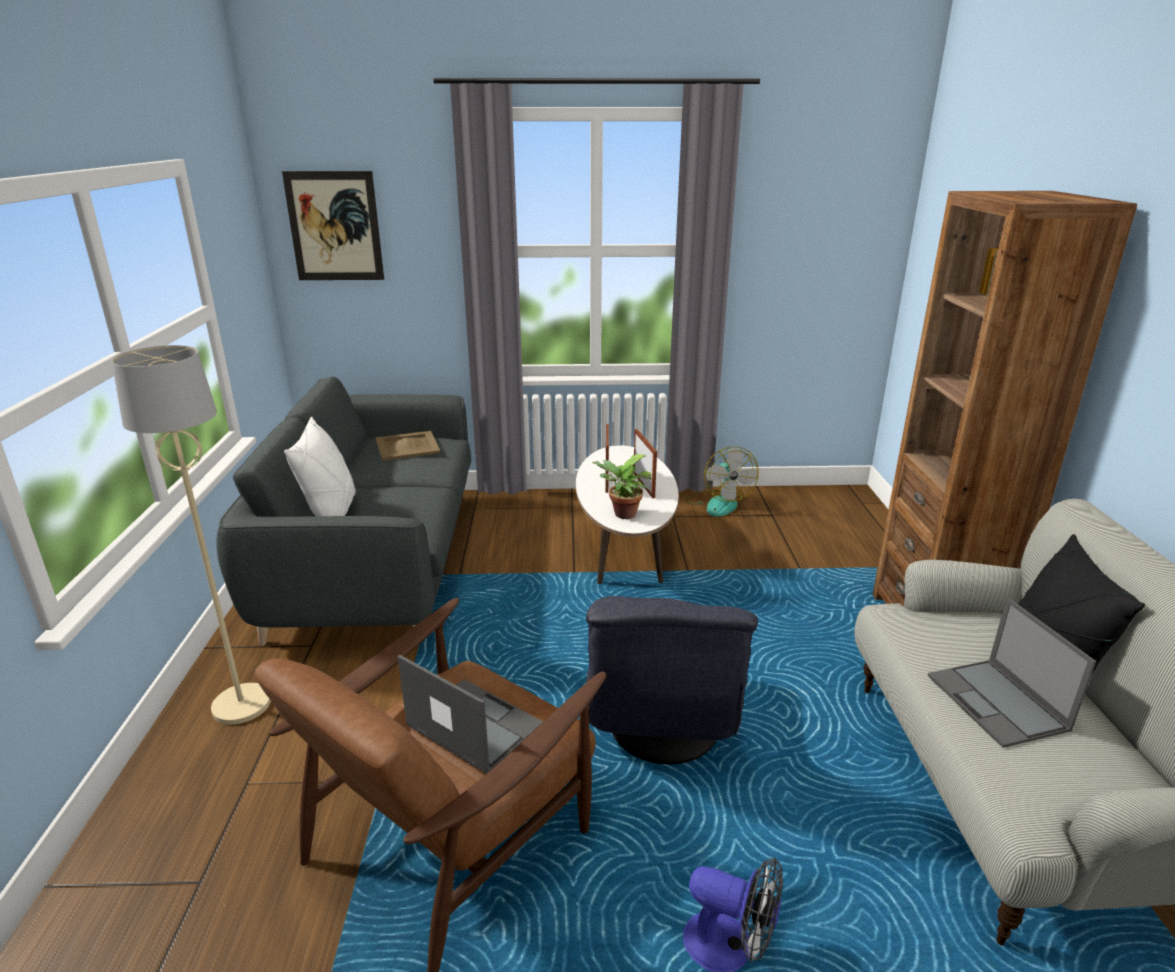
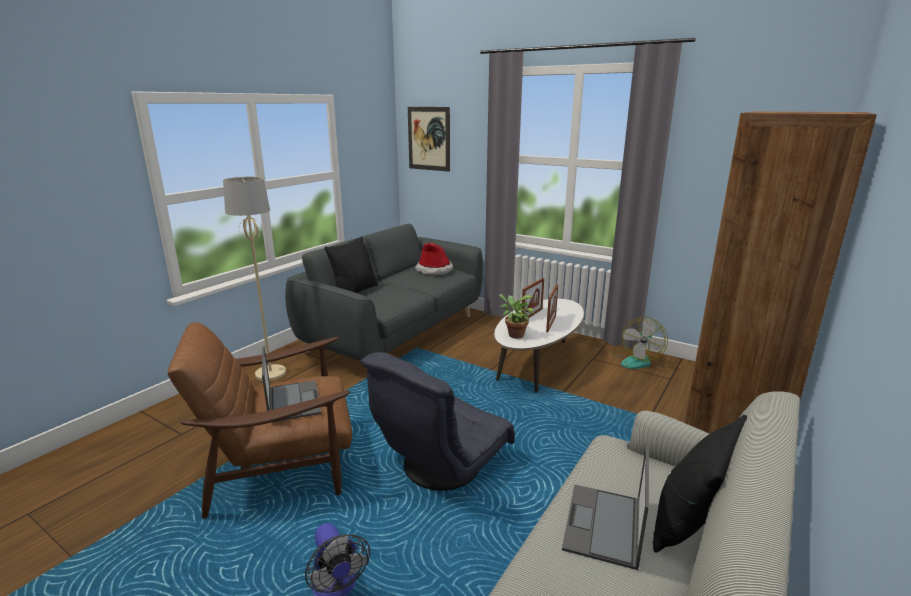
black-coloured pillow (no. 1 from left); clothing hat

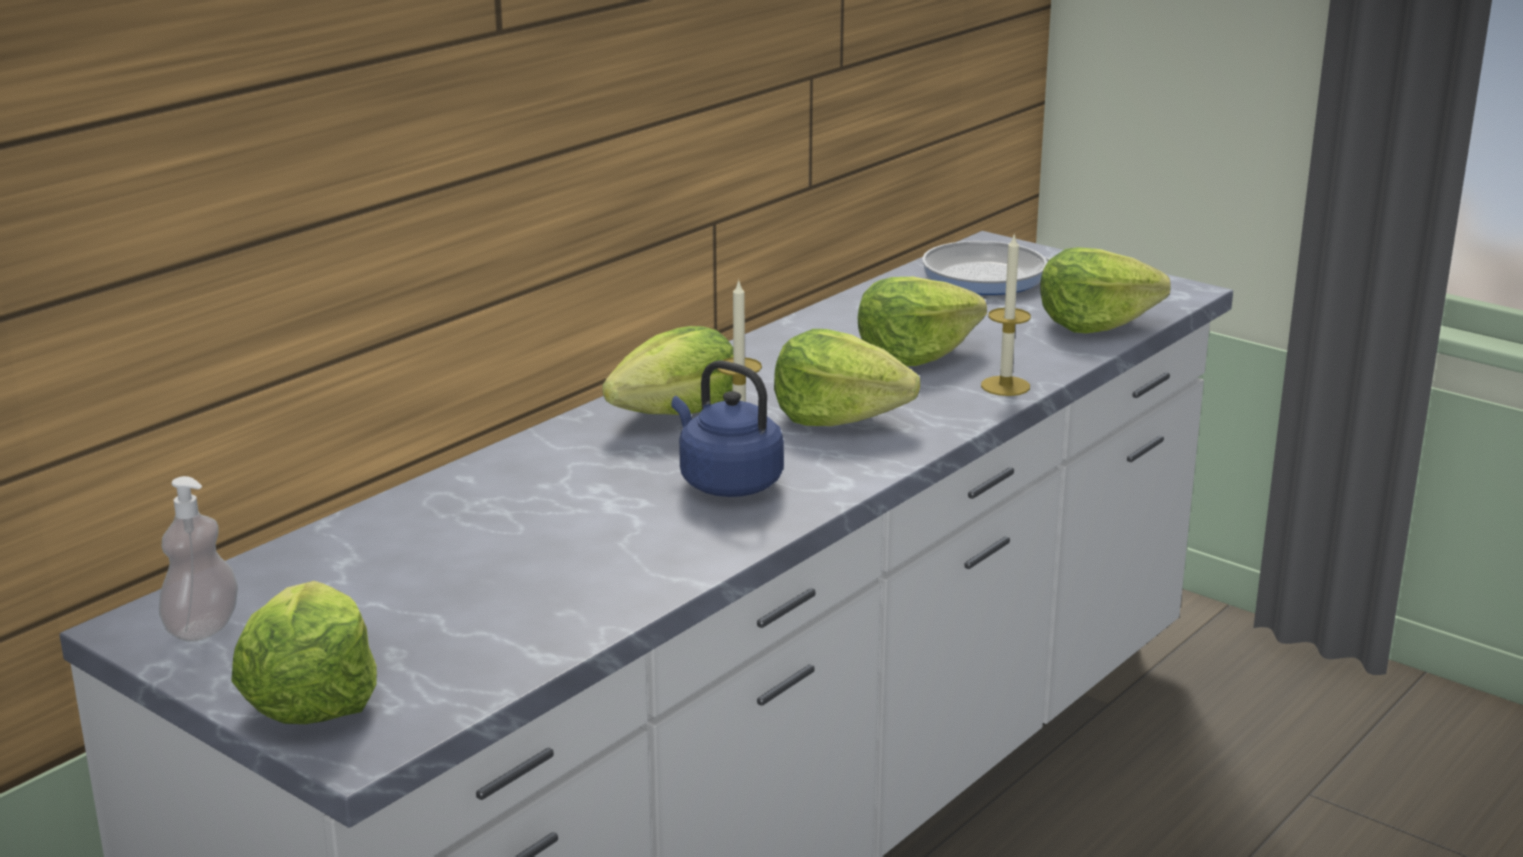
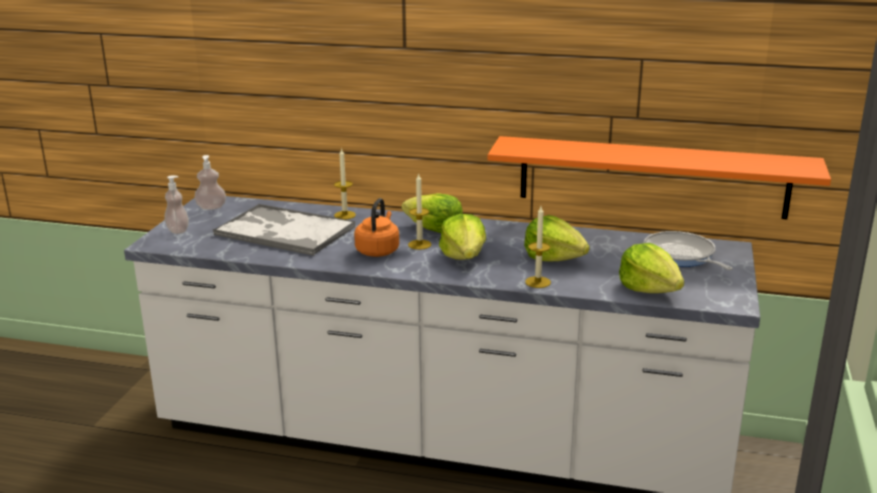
orange-coloured kettle; liquid soap bottle (no. 1 from left); orange-coloured wall shelf; wax light (no. 1 from left); carrying tray

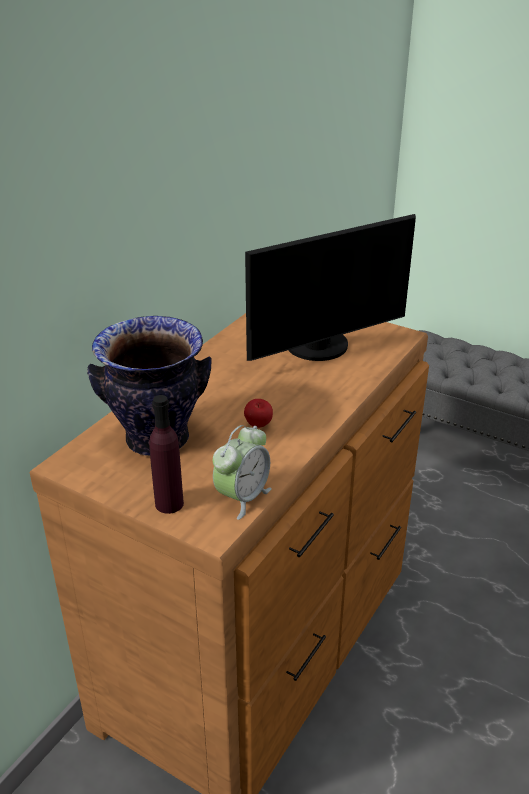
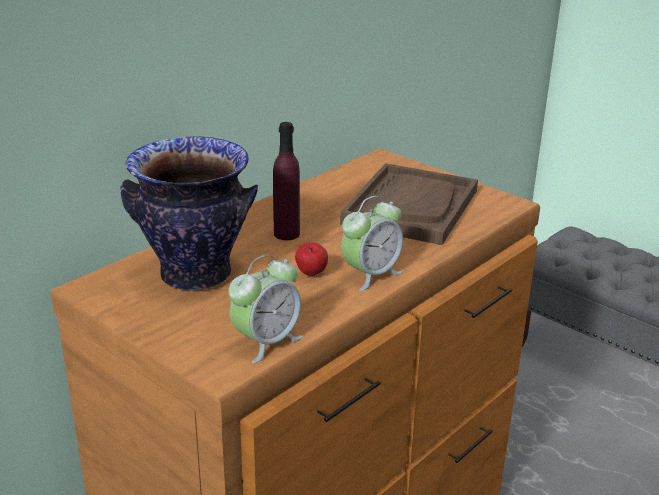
brown carrying tray; purple-coloured beverage bottle; bedside clock (no. 2 from left)

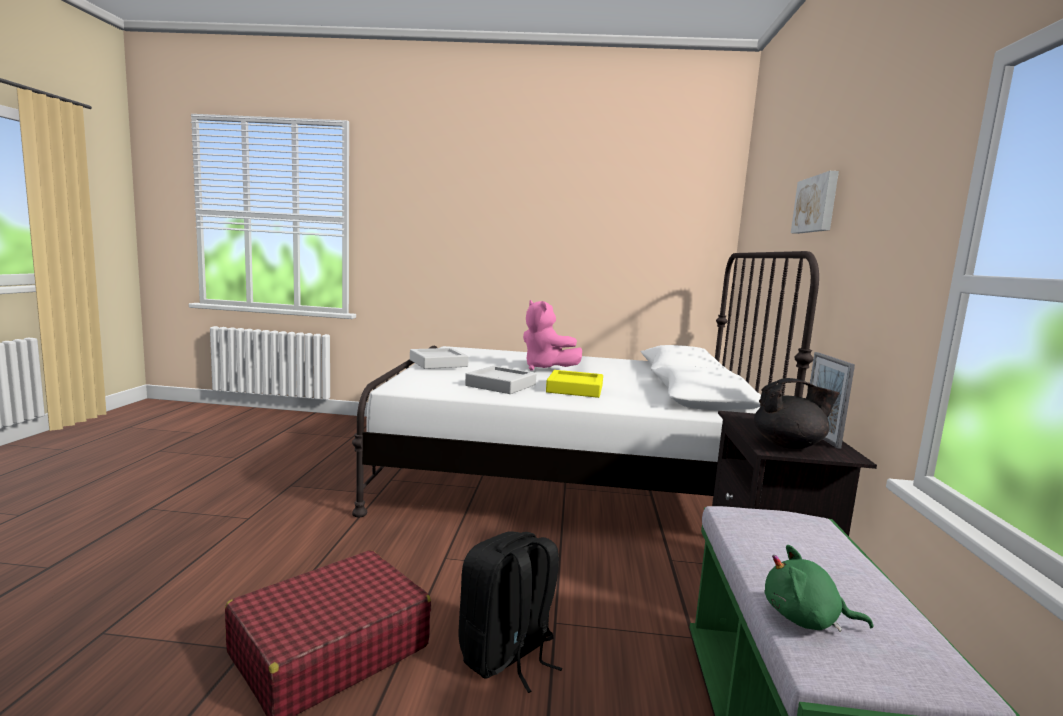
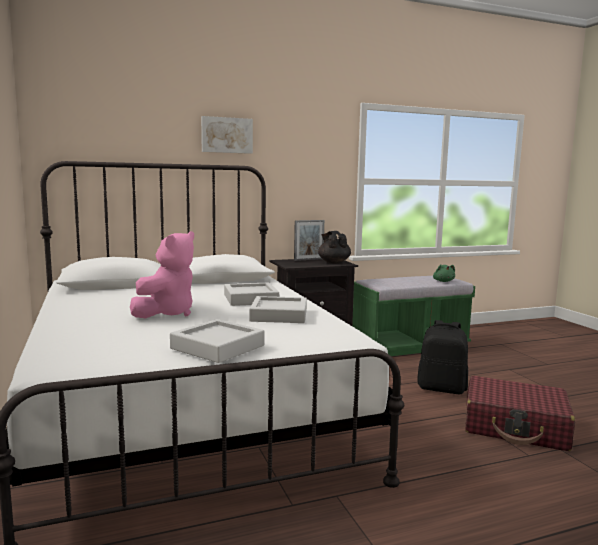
gray carrying tray (no. 2 from left)

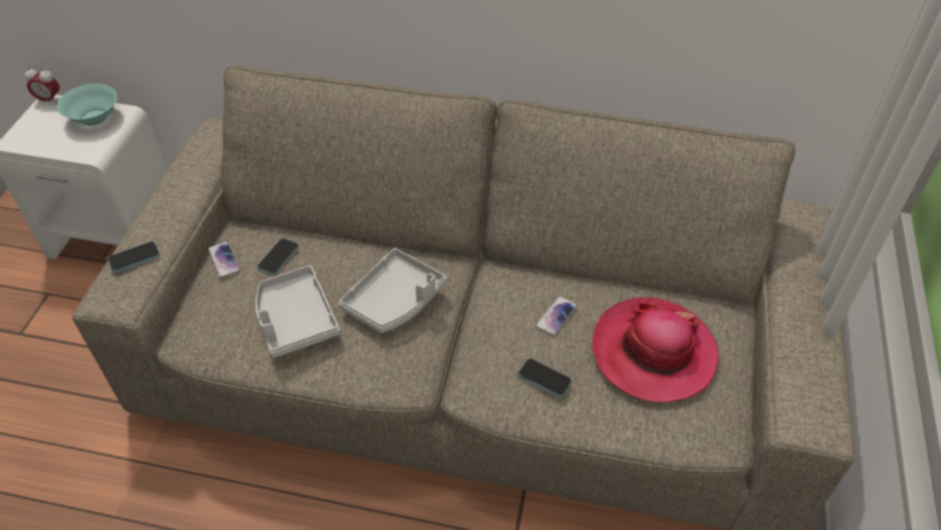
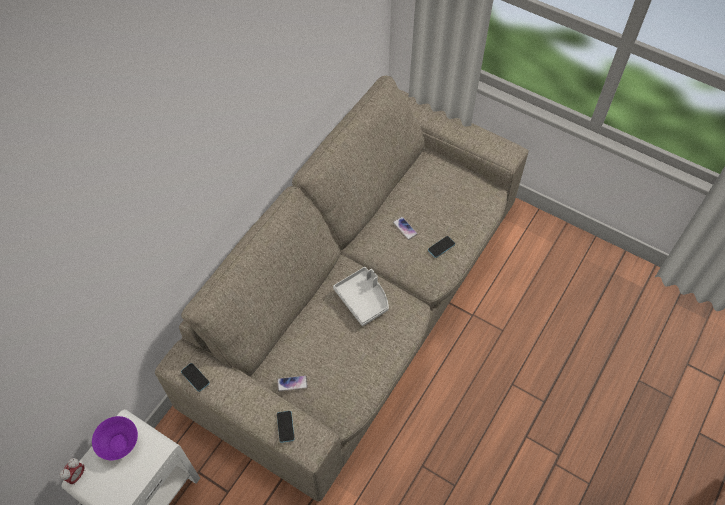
purple-coloured bowl; phone (no. 1 from left); gray carrying tray (no. 1 from left in the first image); clothing hat

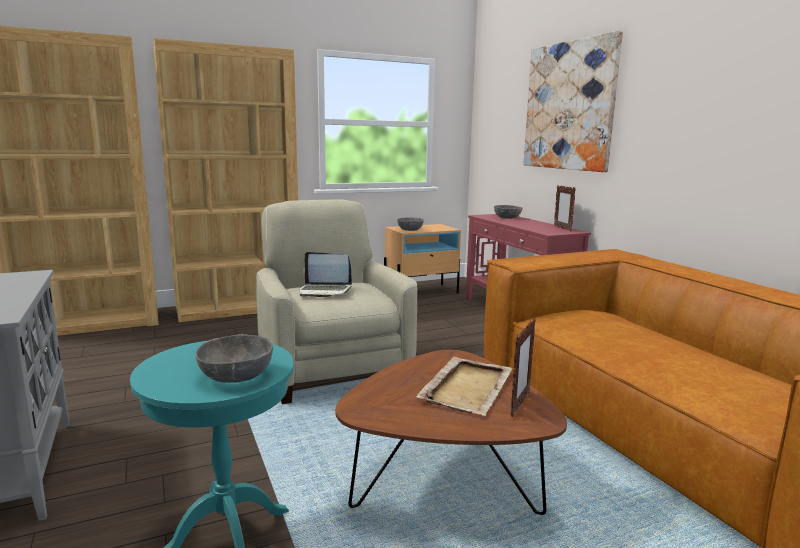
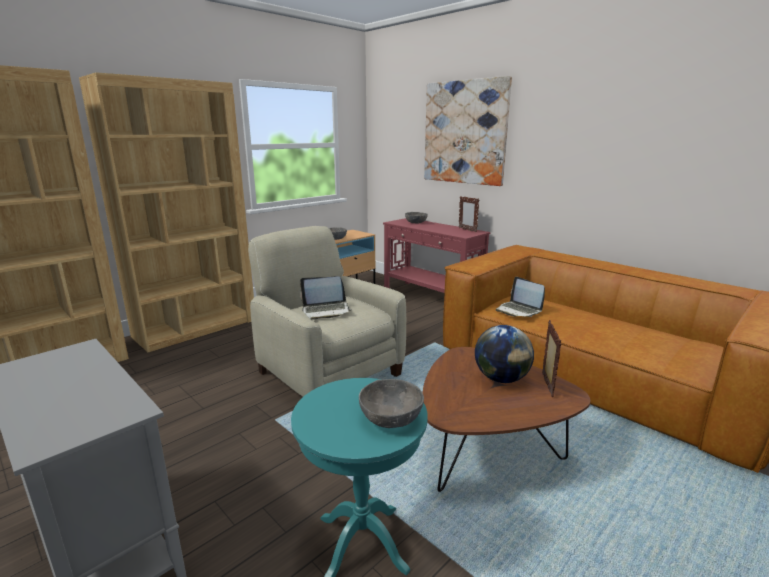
world globe; notebook computer (no. 2 from left)

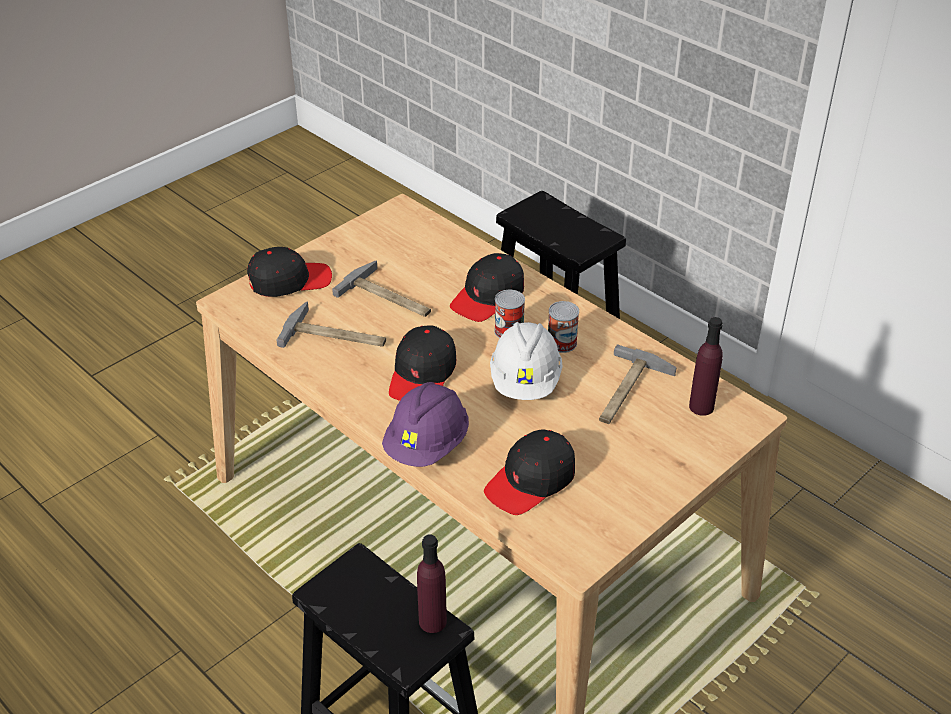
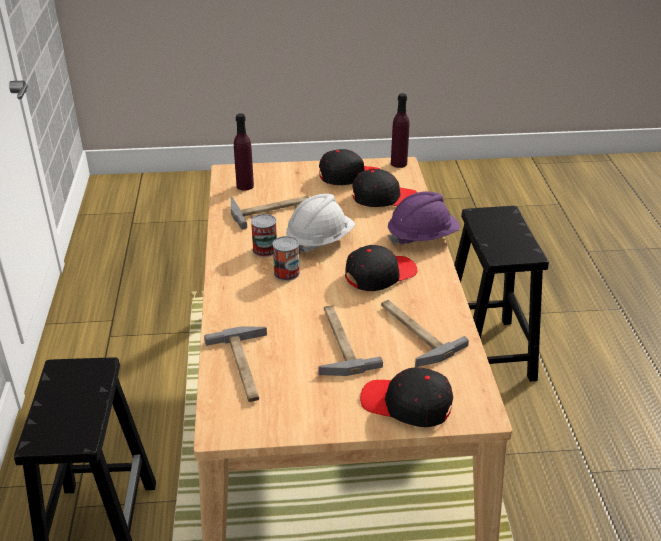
black-coloured baseball cap (no. 1 from left); purple-coloured beverage bottle (no. 2 from left); hand hammer (no. 1 from left)

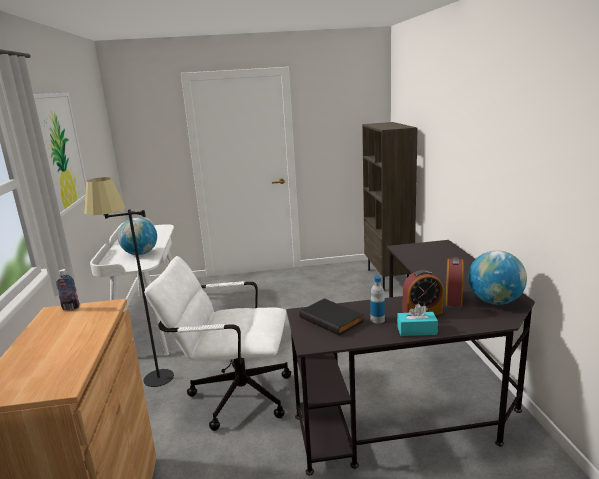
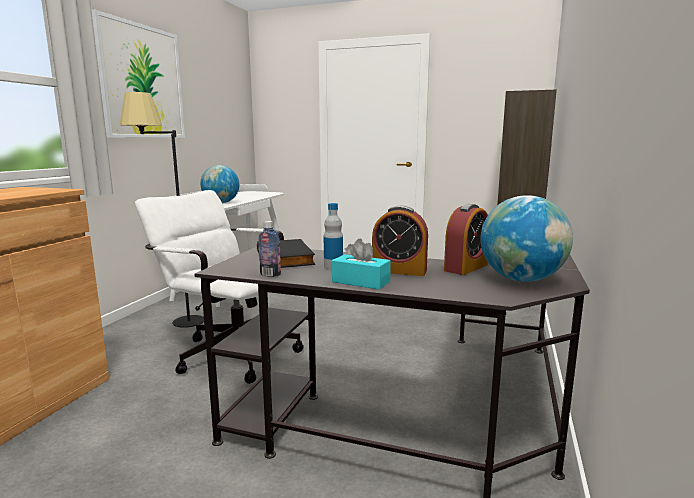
beverage bottle (no. 1 from left)

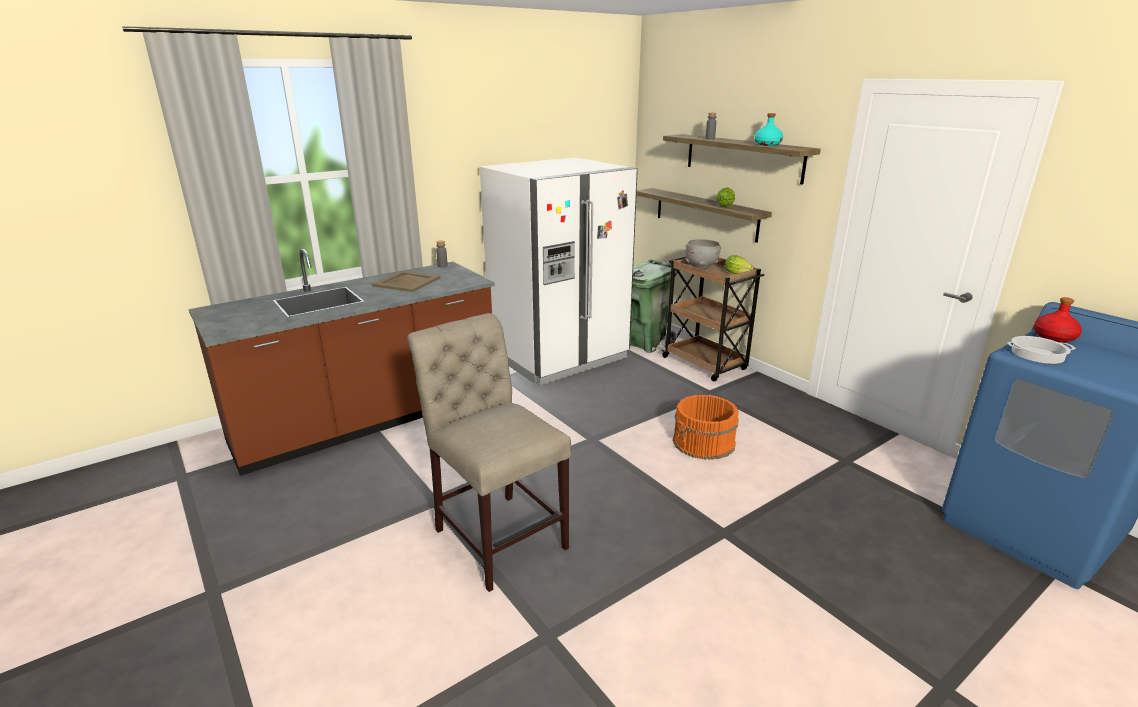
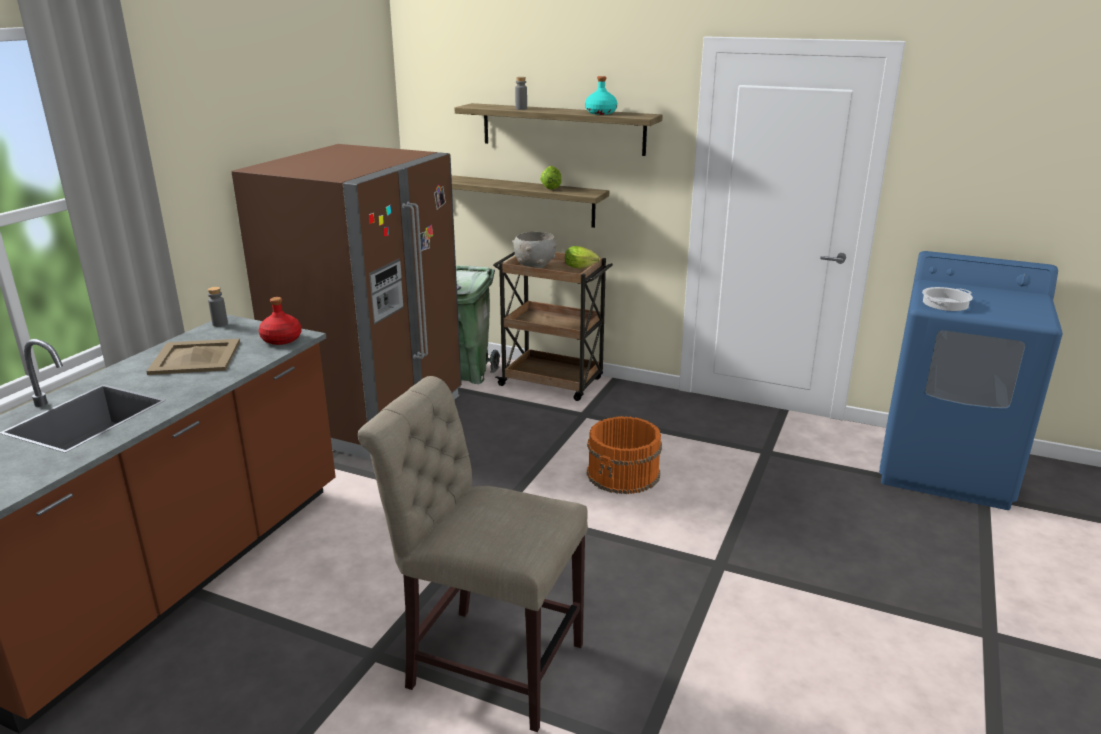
brown refrigerator; reddish beverage bottle

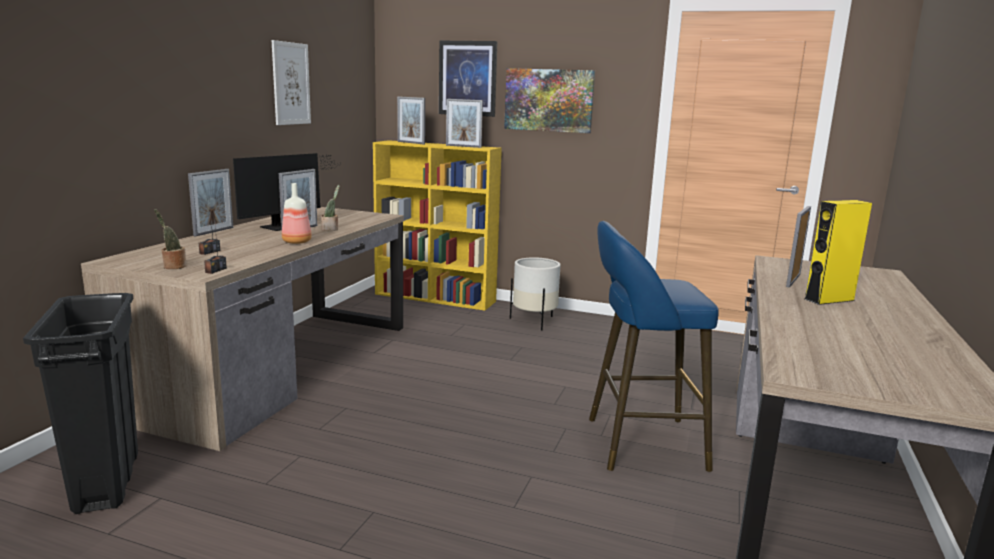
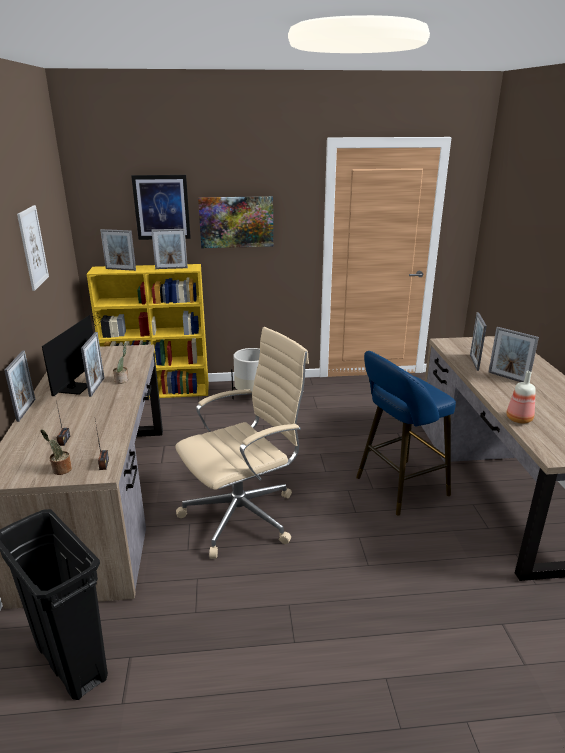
beverage bottle; picture frame (no. 6 from left); beige-coloured office chair

